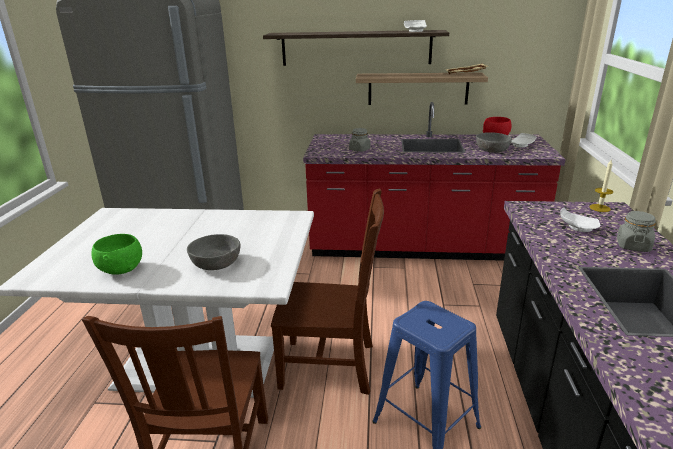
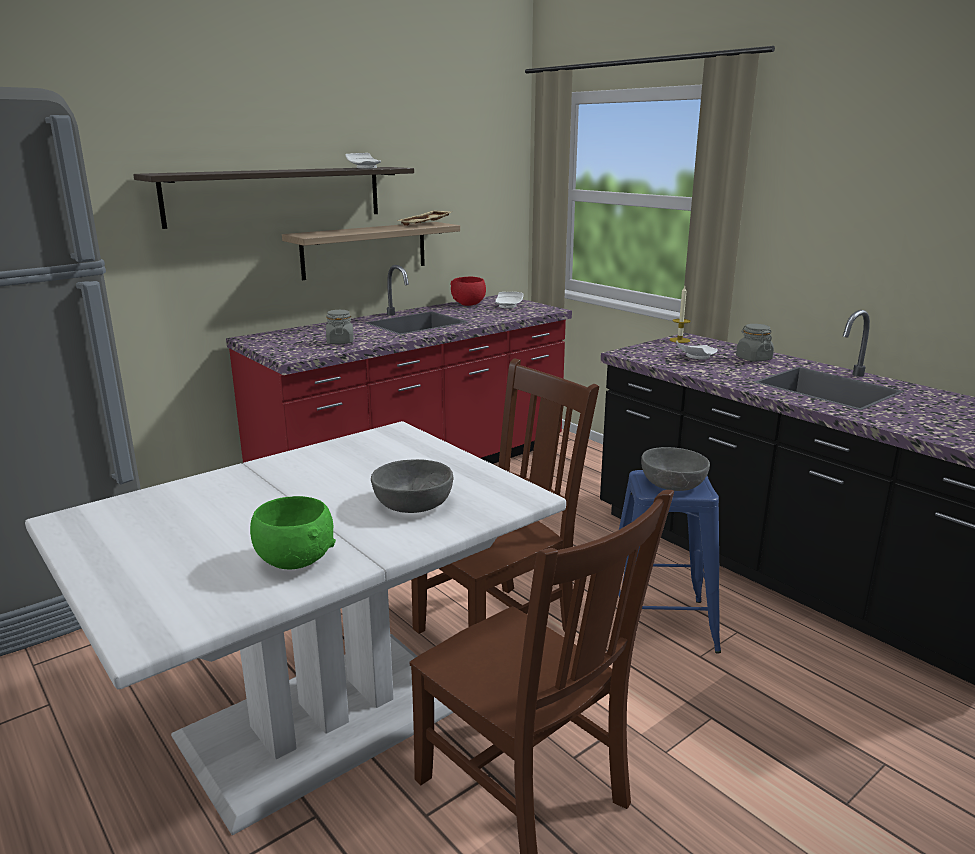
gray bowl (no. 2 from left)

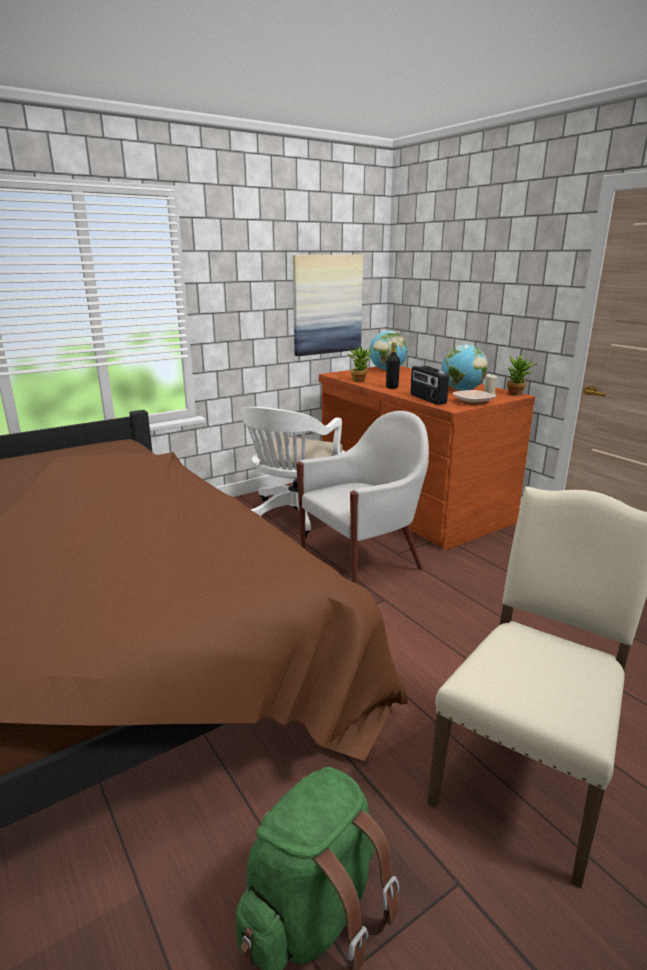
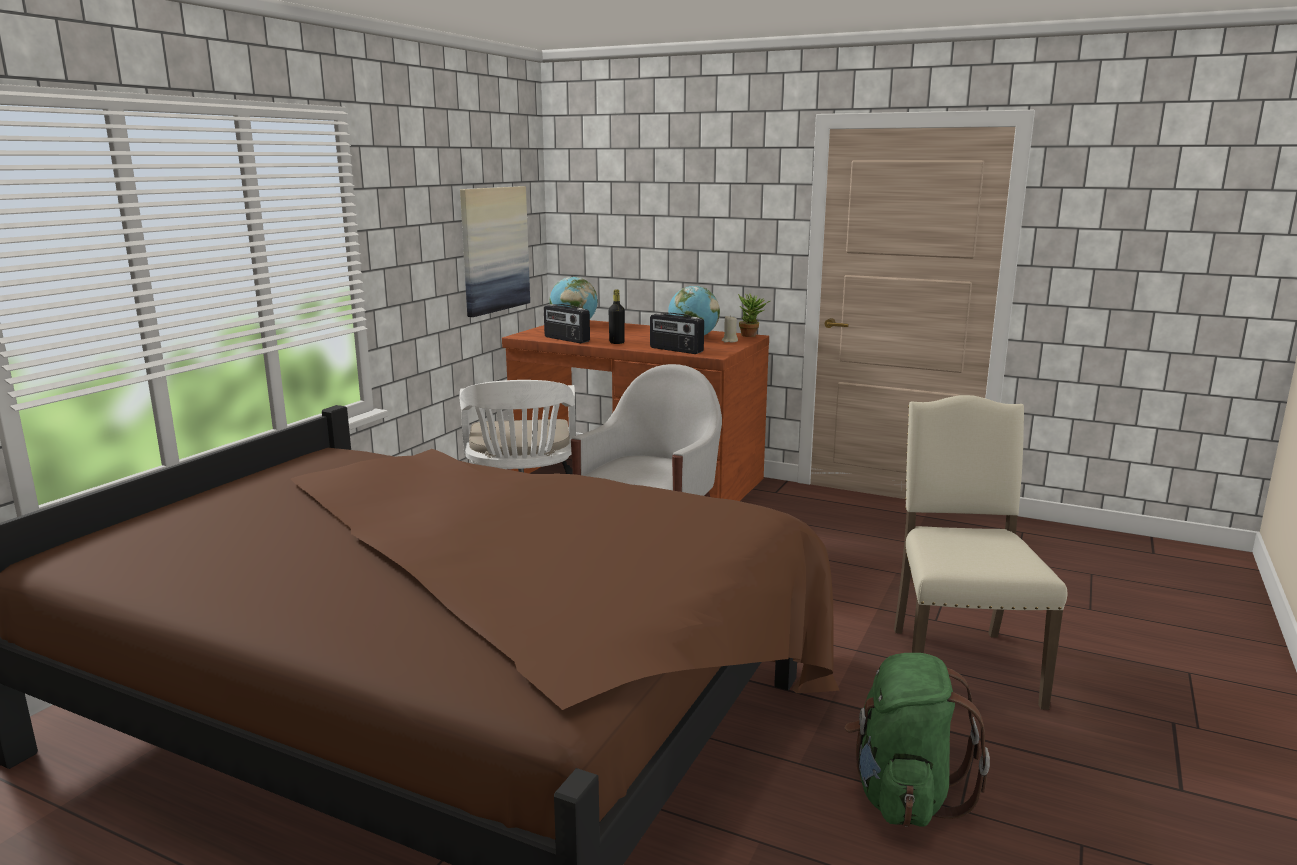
radio receiver (no. 1 from left); bowl

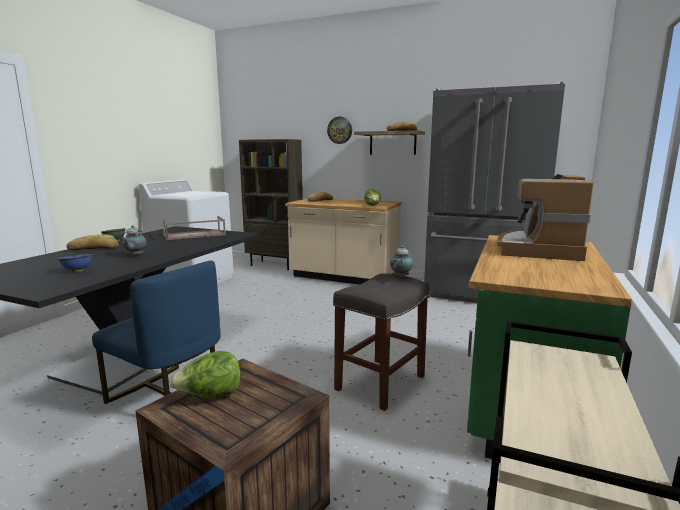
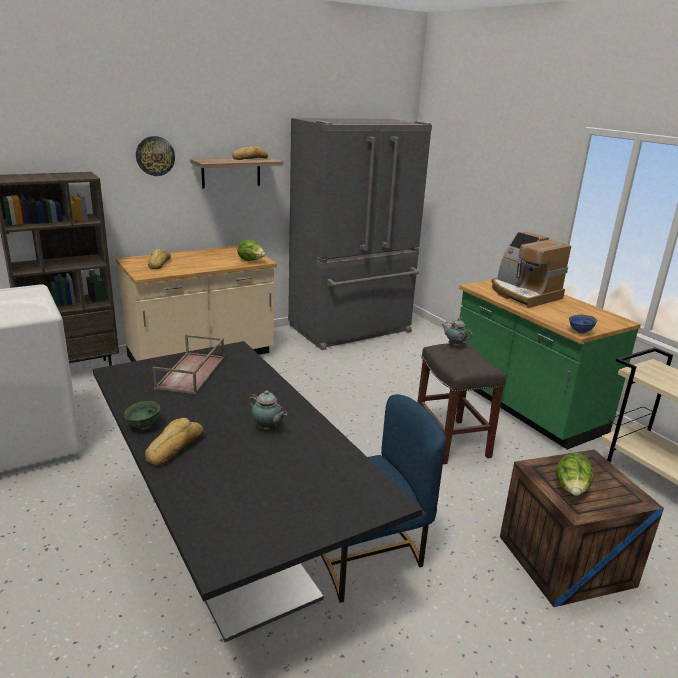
blue bowl

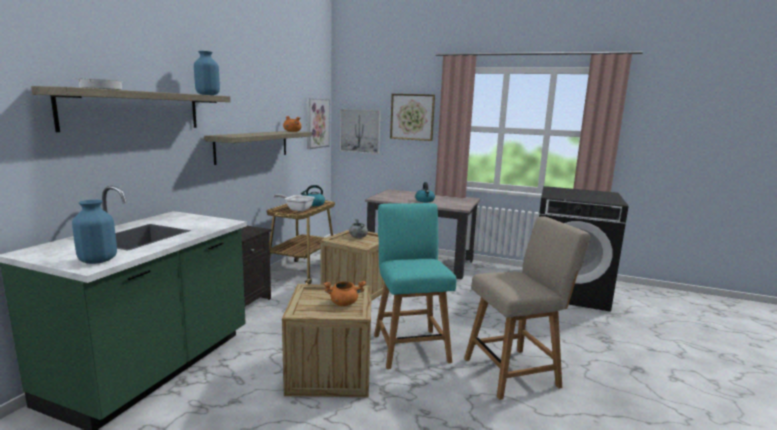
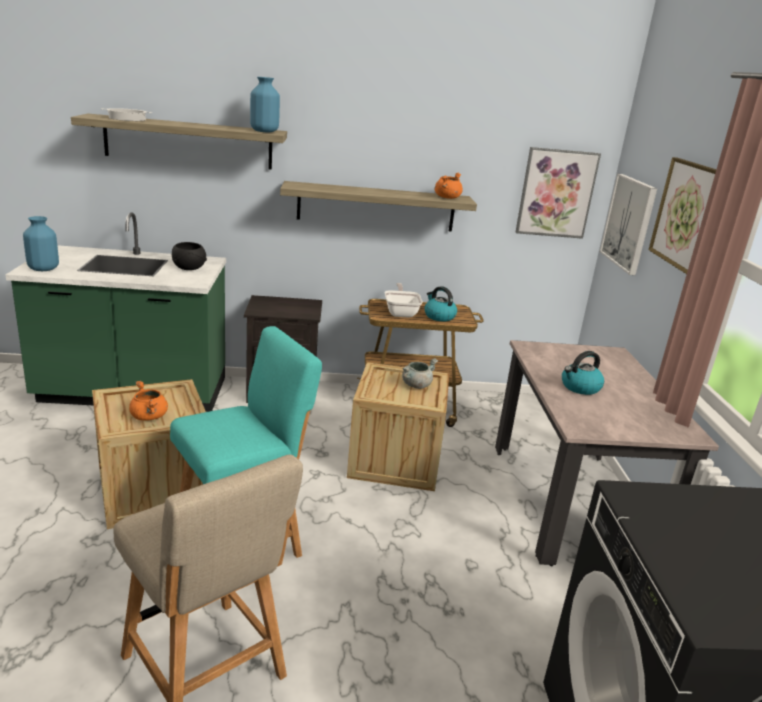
black-coloured bowl

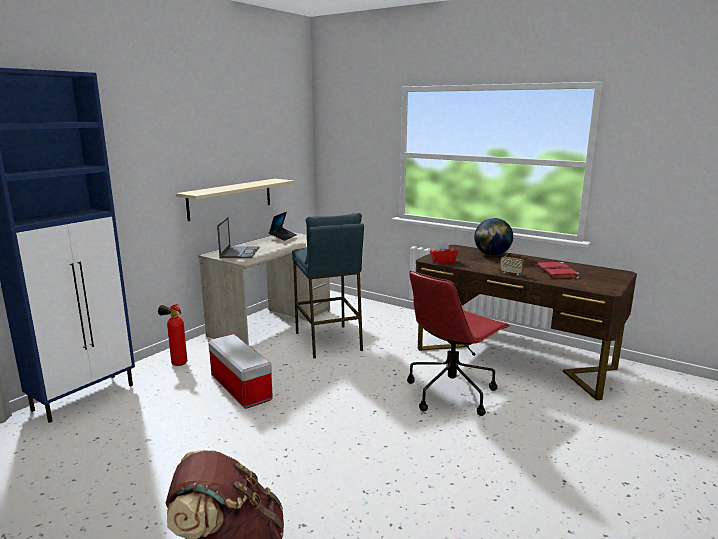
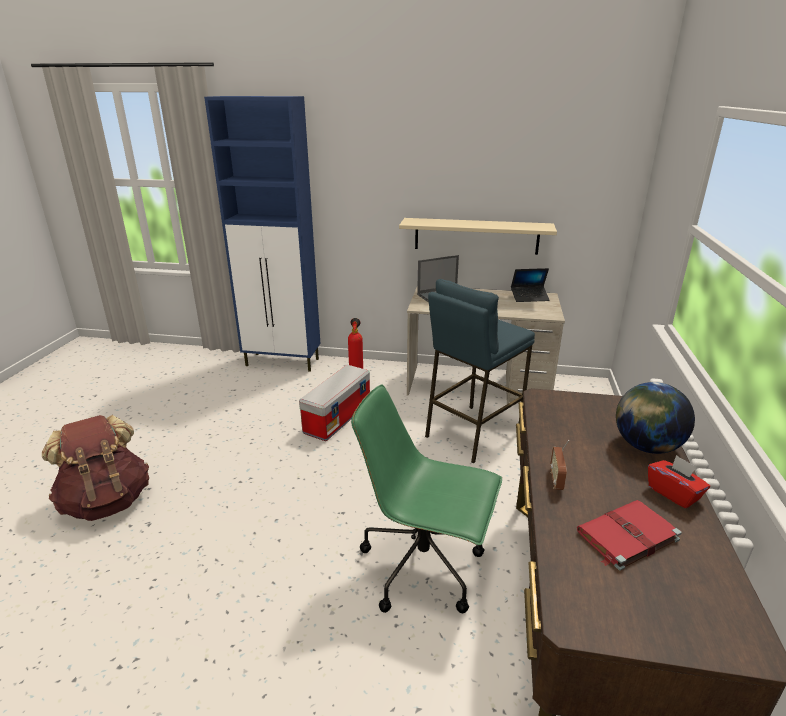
reddish tissue box; greenish office chair

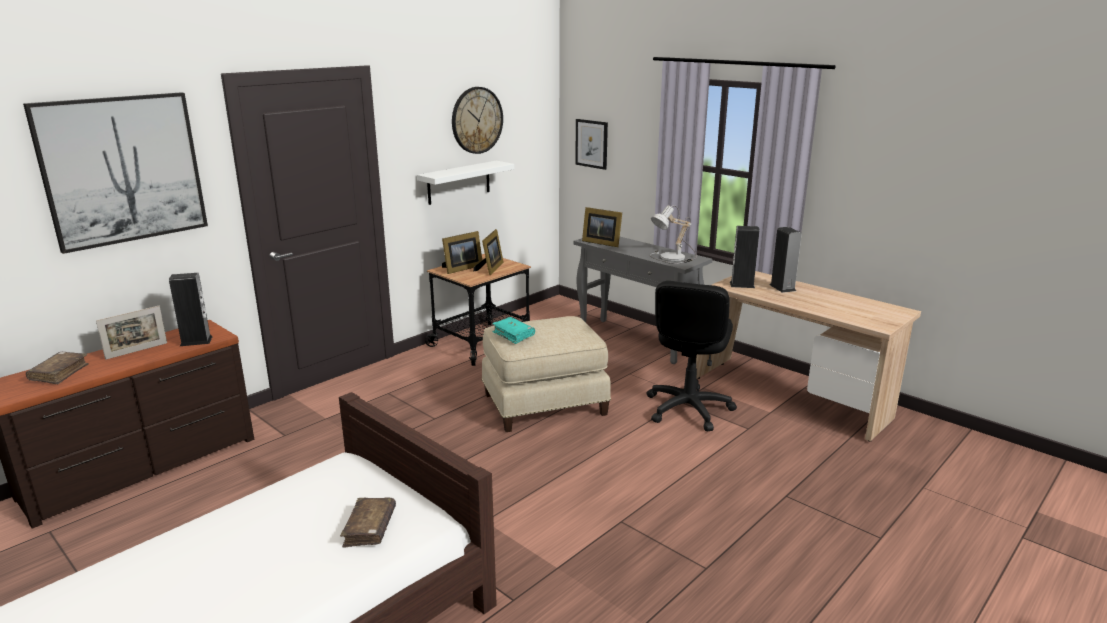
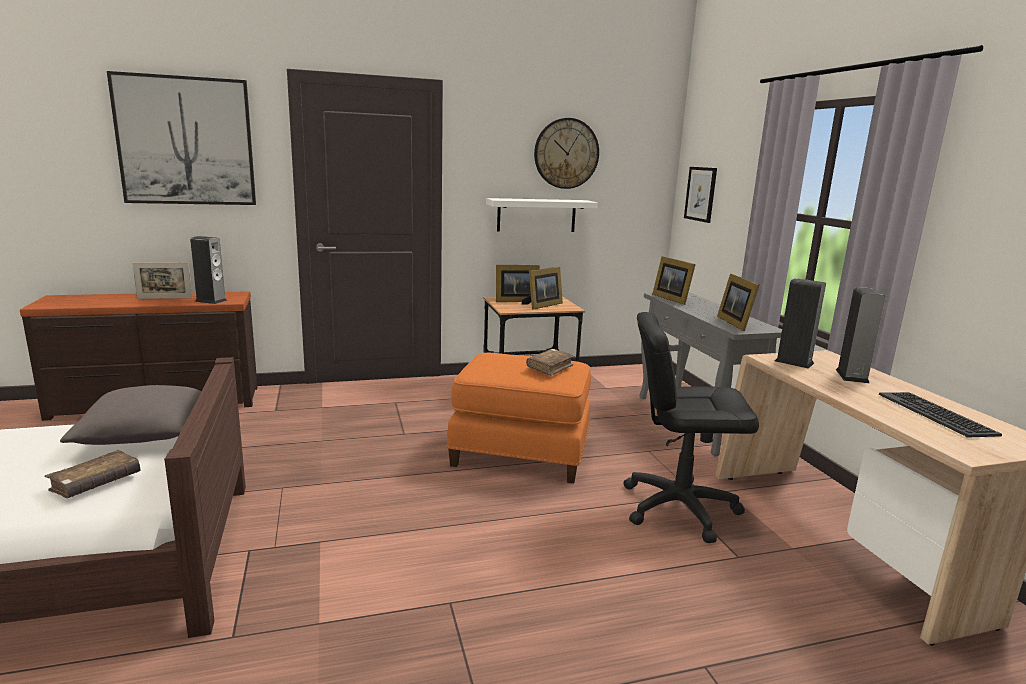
picture frame (no. 5 from left); black-coloured office chair; orange-coloured ottoman; turquoise-coloured volume; brown volume (no. 2 from left); gray pillow; computer keyboard

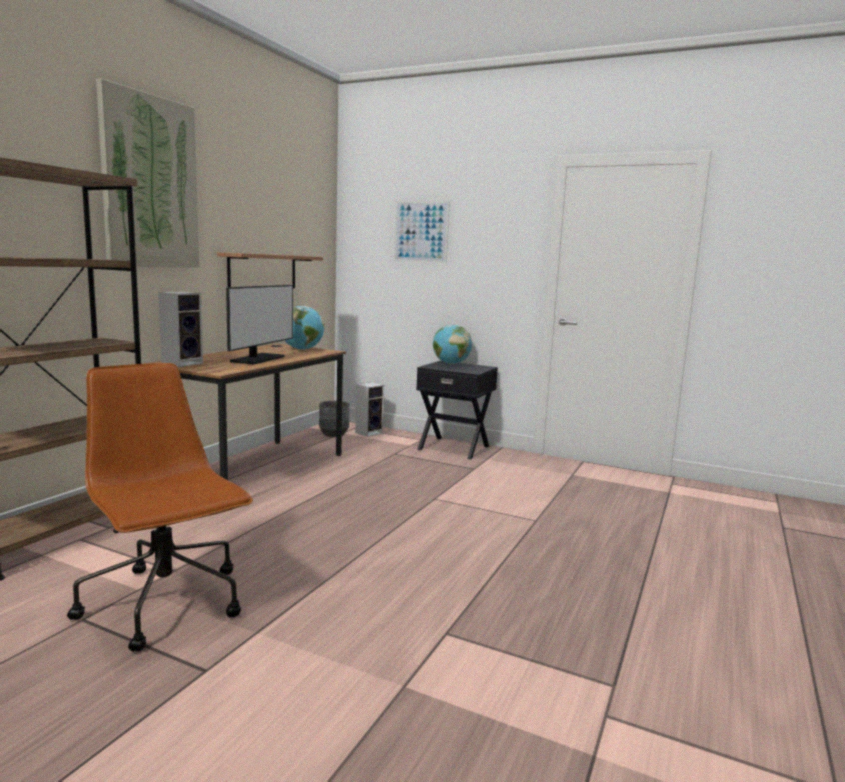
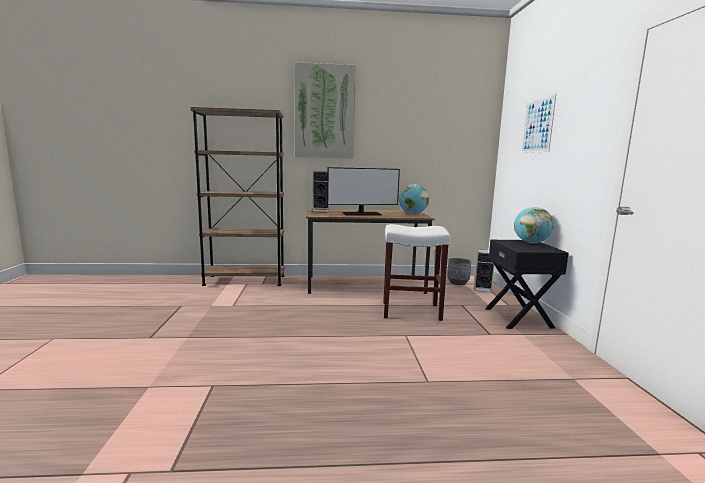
wall shelf; brown office chair; whitish stool seat

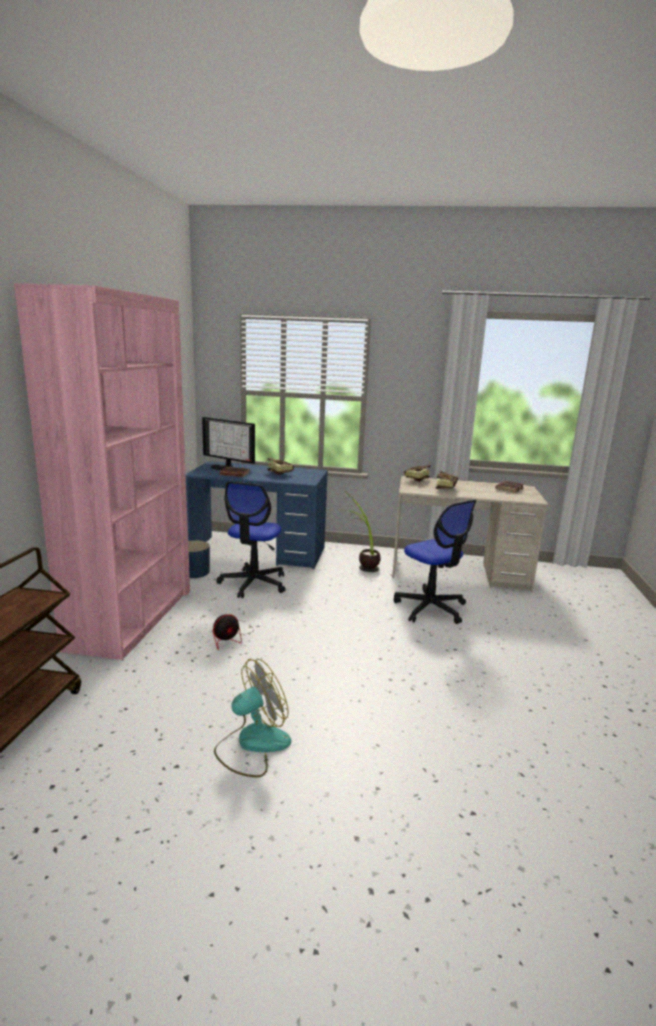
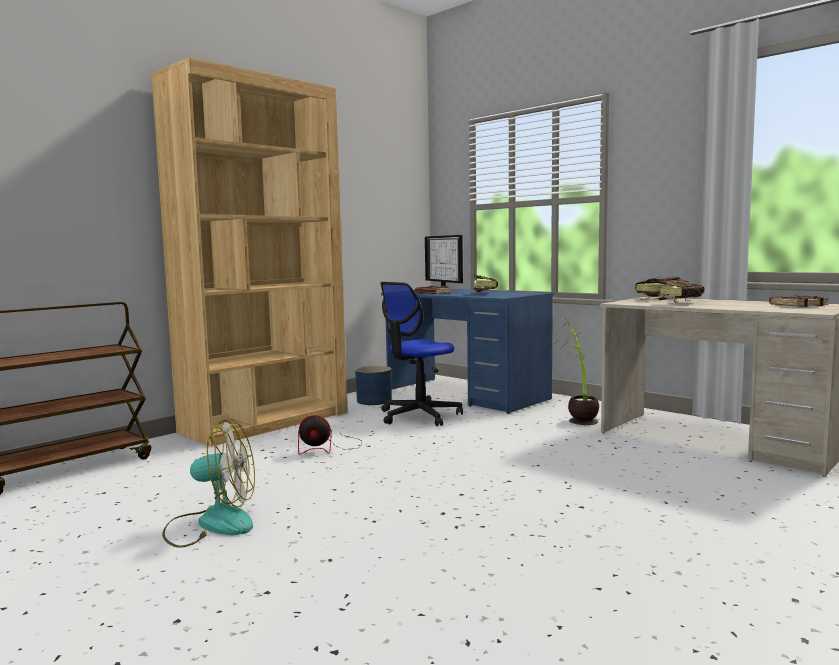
brown bookshelf; office chair (no. 2 from left in the first image)

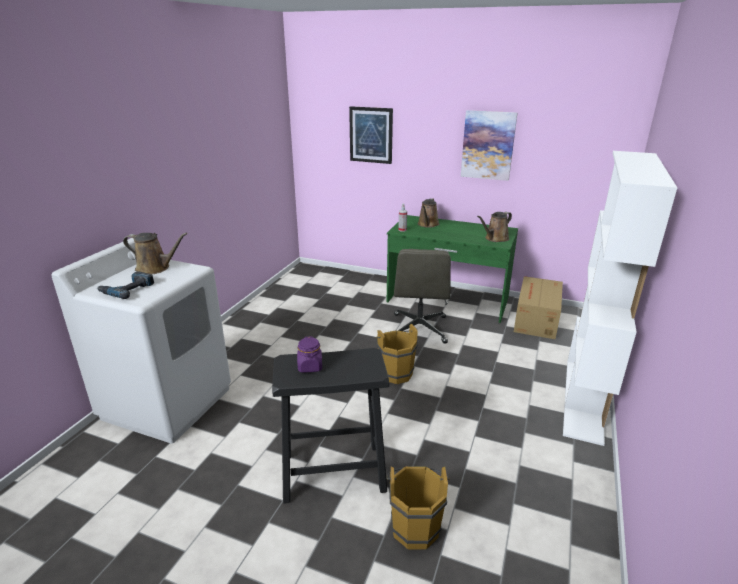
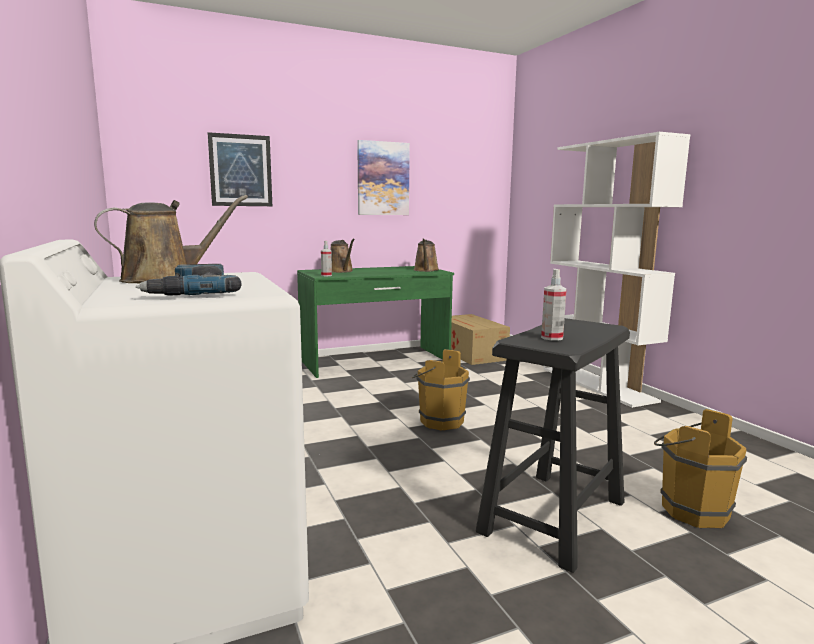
gray office chair; hand sprayer (no. 2 from left)

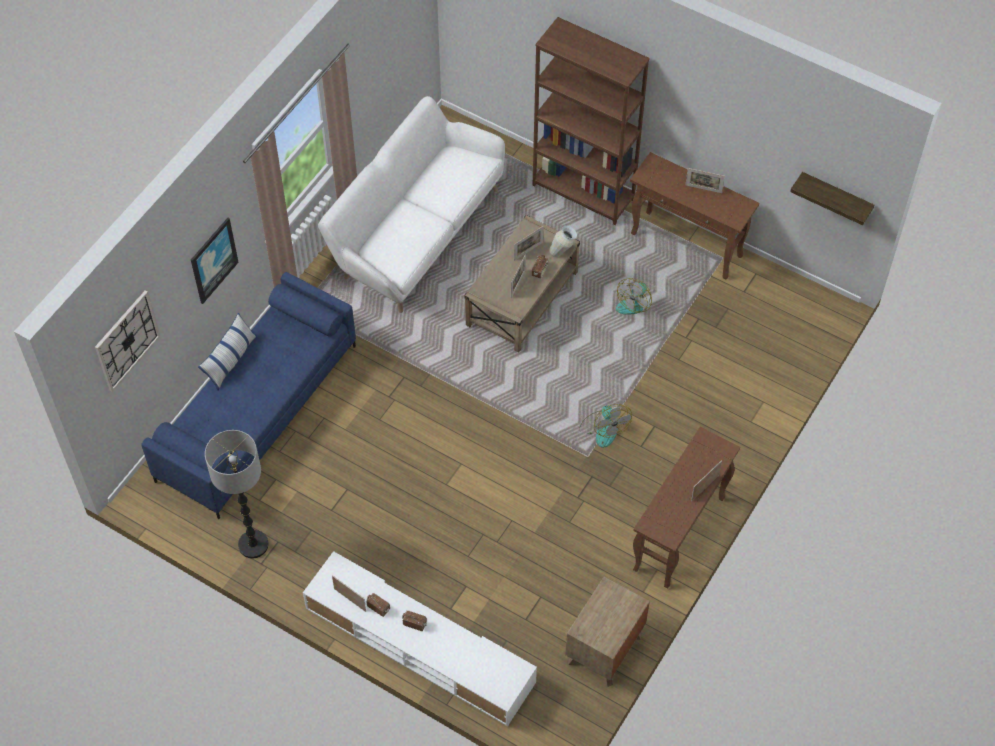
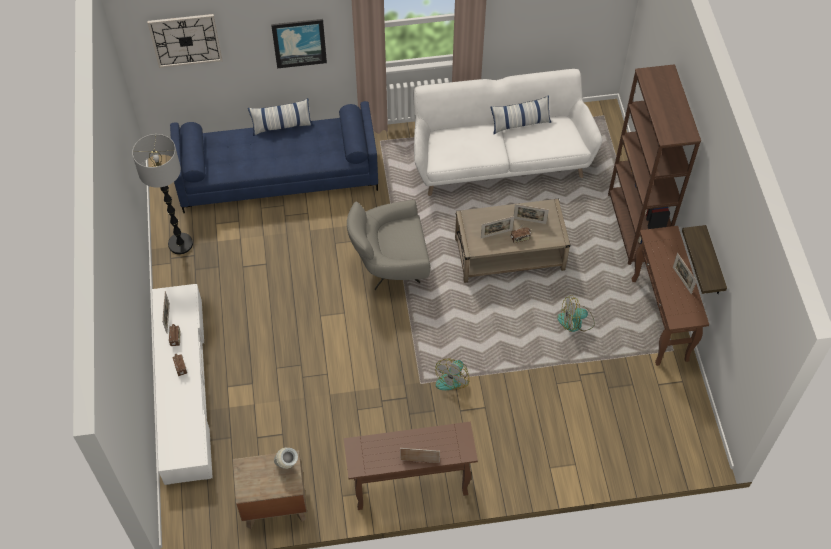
wall shelf; vase; pillow (no. 2 from left); gray armchair

